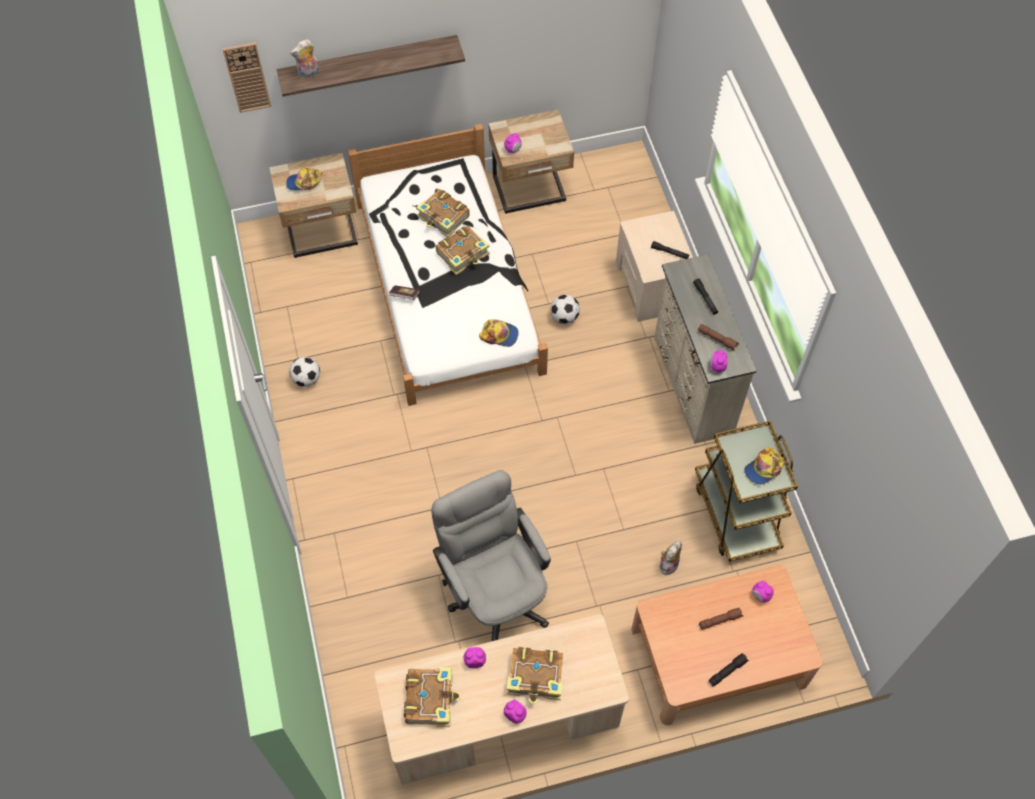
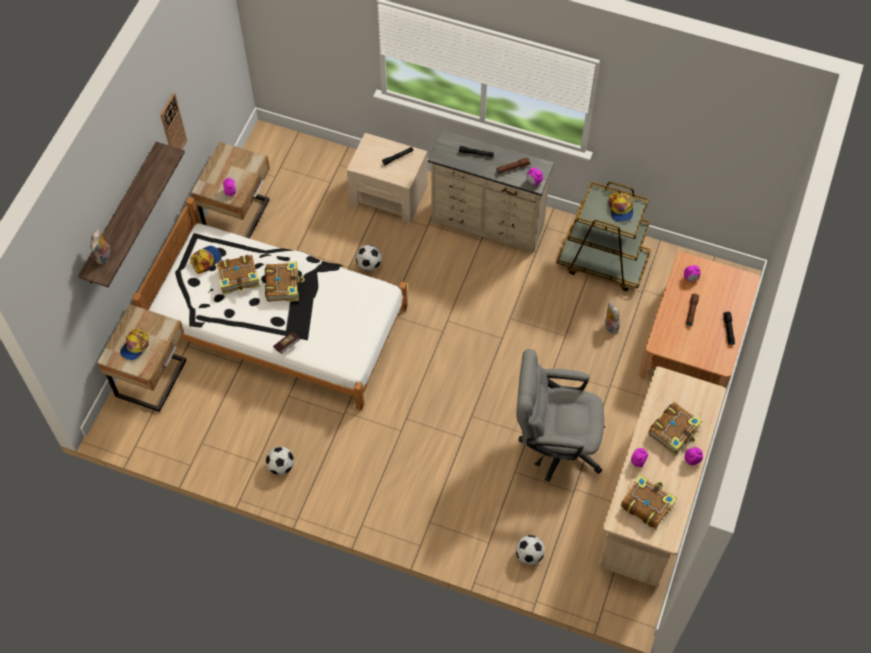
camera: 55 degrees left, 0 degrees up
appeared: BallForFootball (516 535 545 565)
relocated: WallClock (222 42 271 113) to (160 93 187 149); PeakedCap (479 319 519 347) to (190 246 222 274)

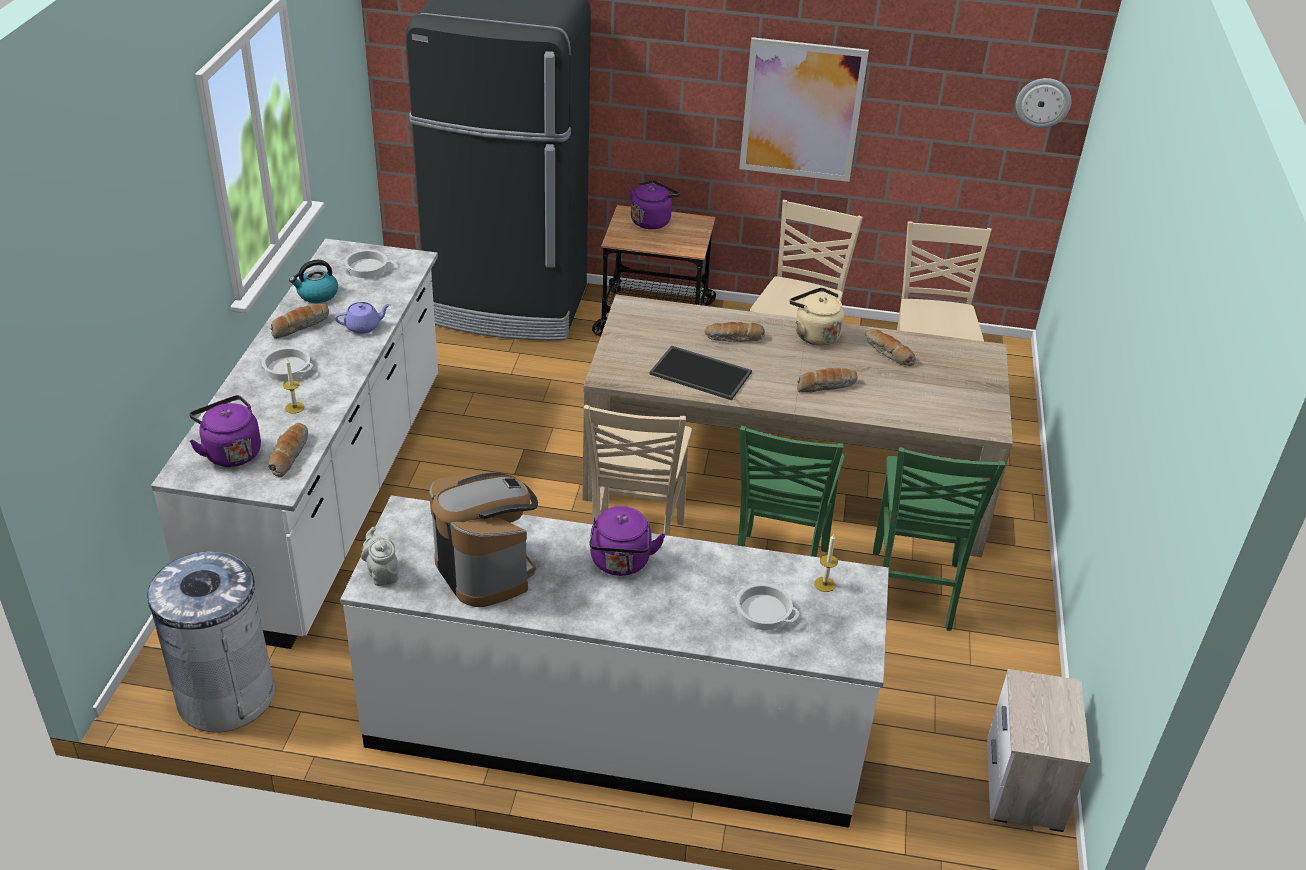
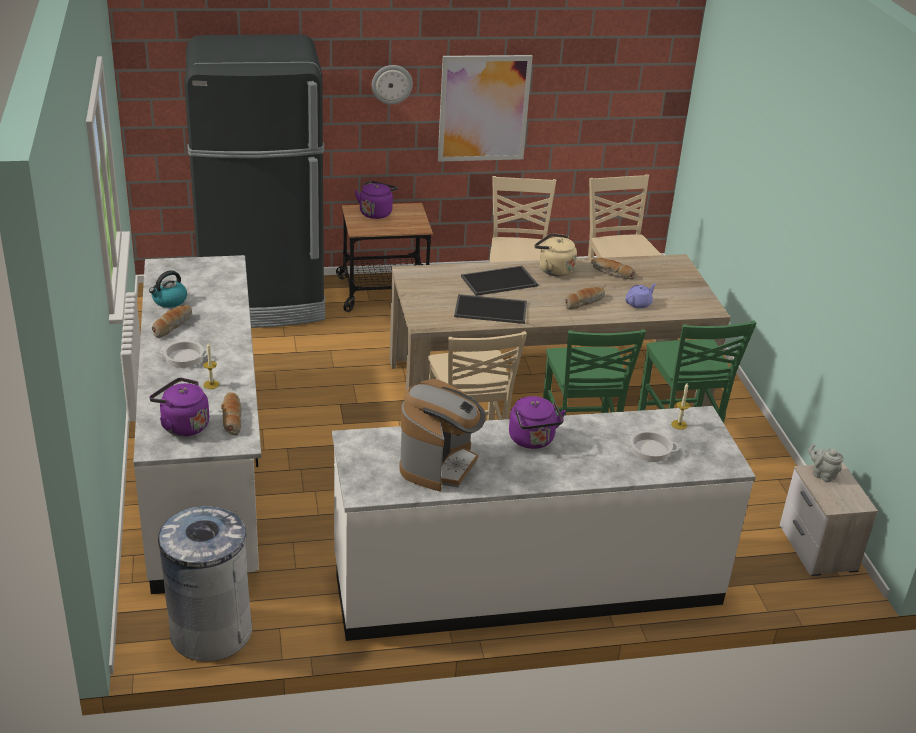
camera: 20 degrees left, 5 degrees down
missing: Saucepot (339 250 393 278)
relocated: PurpleTeapot (335 302 391 334) to (625 283 656 309); GrayTeapot (361 527 399 586) to (808 444 843 482); WallClock (1016 78 1071 128) to (372 65 413 104)
exchanged: Bread (705 322 765 342) to Tray (461 266 538 296)
spun: CoffeeMaker (429 473 538 607) = (400 379 486 491) 75 degrees clockwise

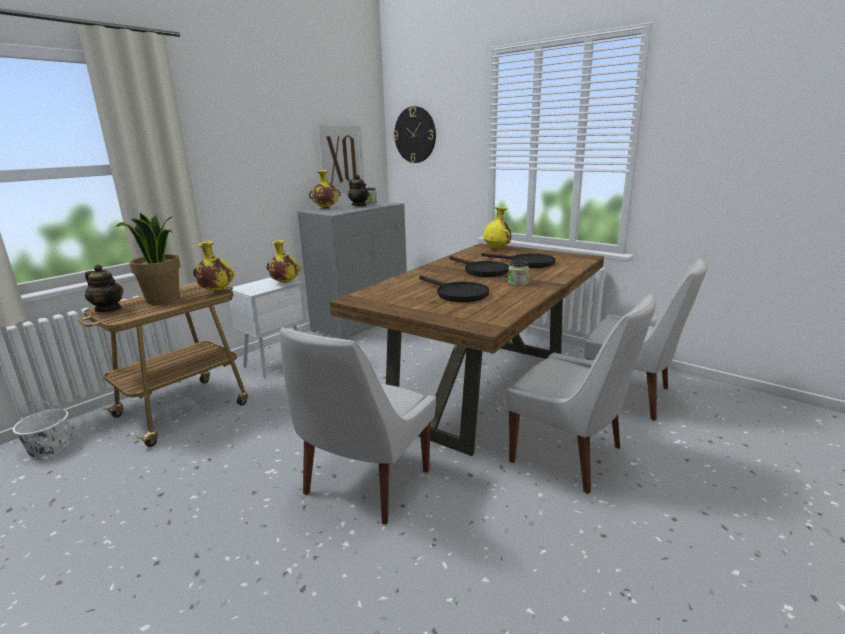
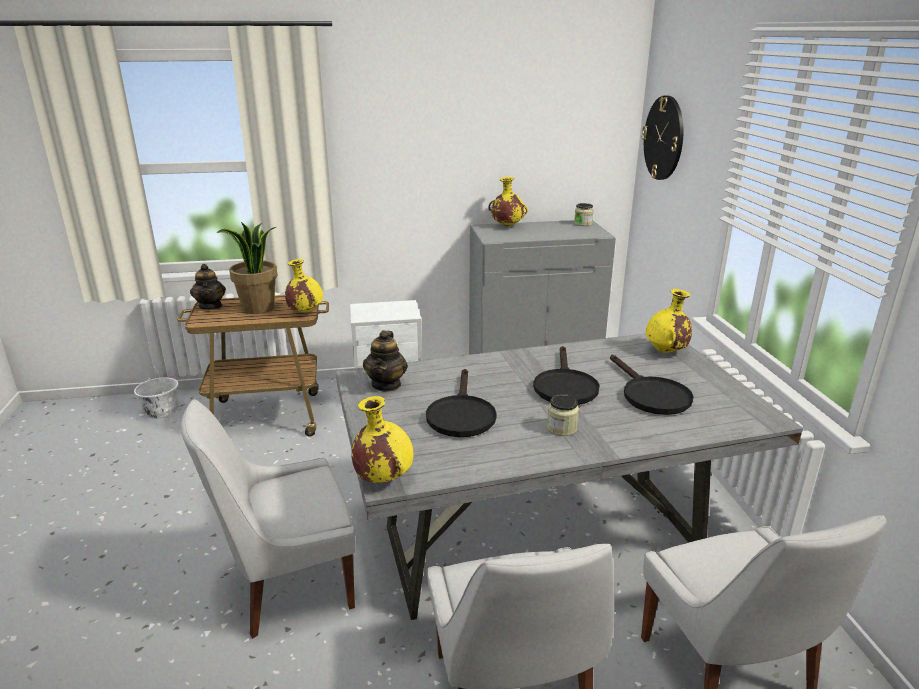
camera: 40 degrees right, 5 degrees up
missing: Picture (317 125 364 194)
relocated: YellowishVase (267 240 301 283) to (351 396 413 483); Teapot (348 175 369 206) to (363 330 408 392)
colour: BrownishKitchenTable (330 243 604 456) to GrayKitchenTable (336 333 803 620)

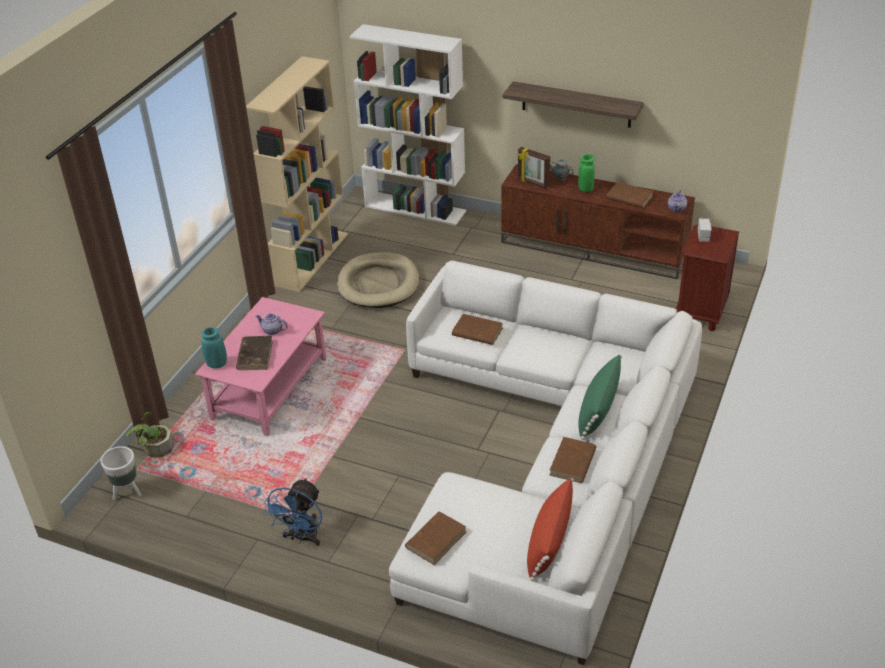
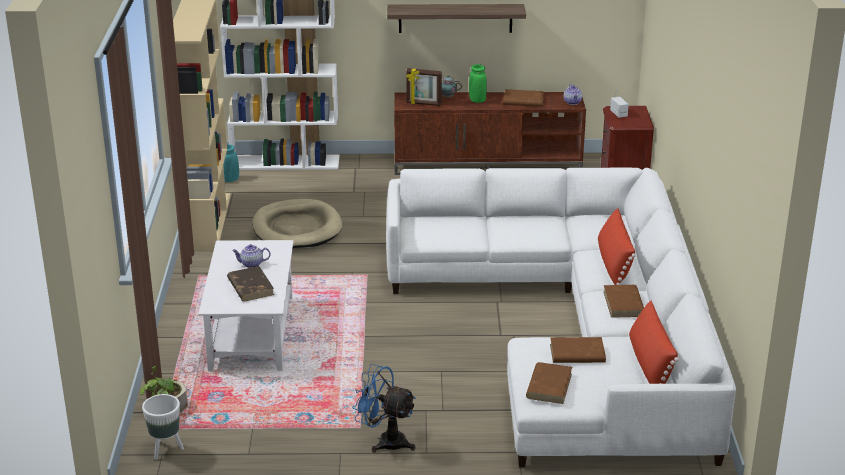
camera: 25 degrees left, 10 degrees down
relocated: TurquoiseVase (201 327 227 368) to (223 144 239 182); BrownishBook (452 314 503 345) to (550 337 606 363)
colour: PinkColouredLoungeTable (195 297 326 436) to WhiteColouredLoungeTable (198 240 294 371); GreenPillow (578 355 622 440) to ReddishPillow (598 208 636 285)
spun: BlueFan (263 478 322 546) = (352 364 416 453) 120 degrees clockwise

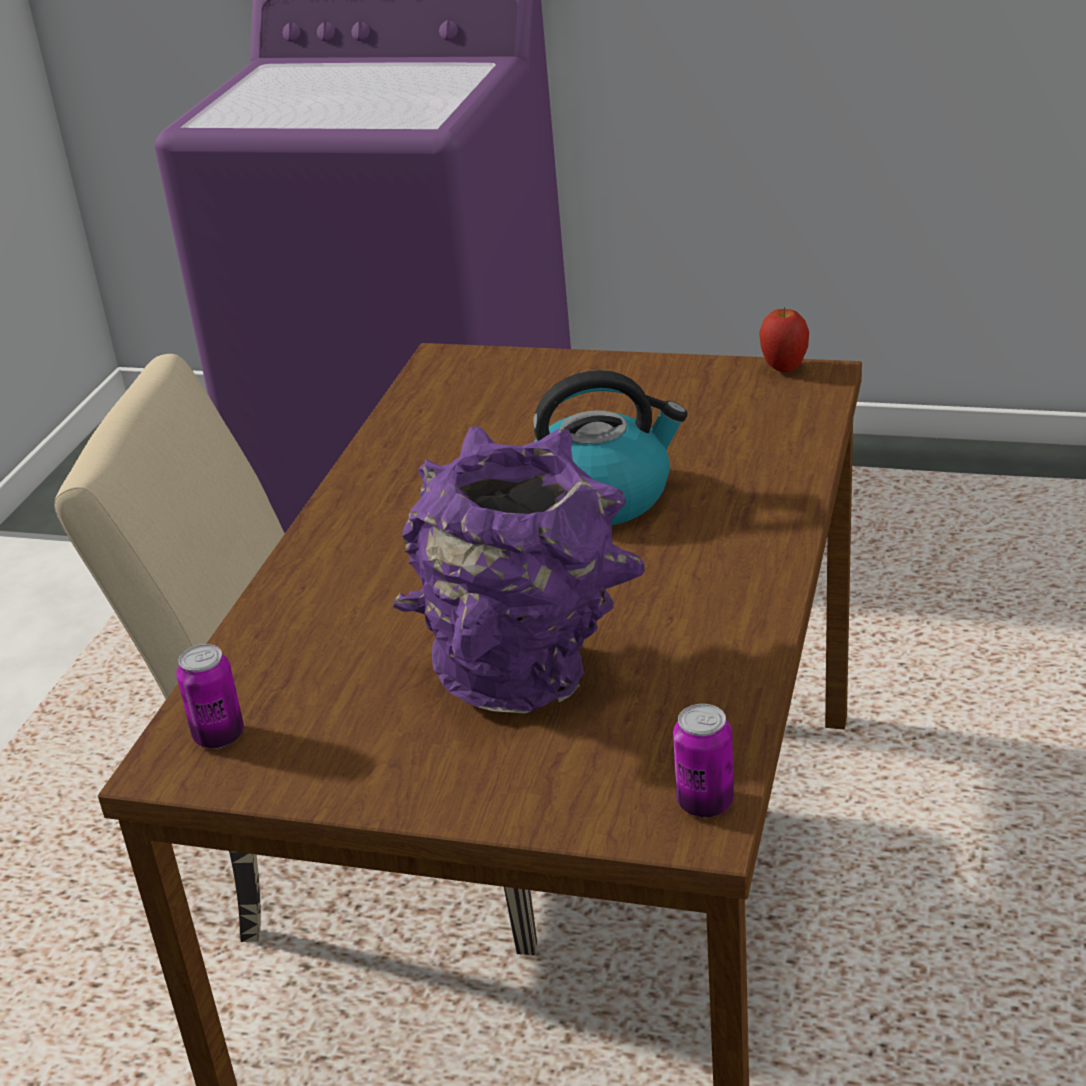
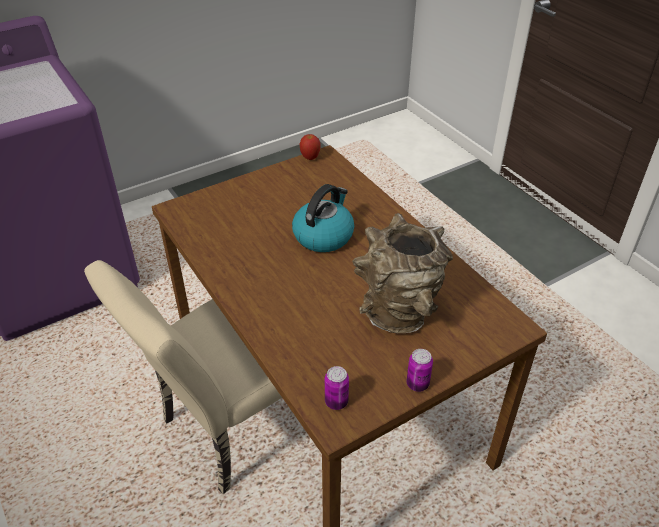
camera: 50 degrees left, 10 degrees up
relocated: Can (673 704 734 818) to (407 349 433 392)
colour: PurpleVase (393 426 645 713) to BrownishVase (352 213 453 333)

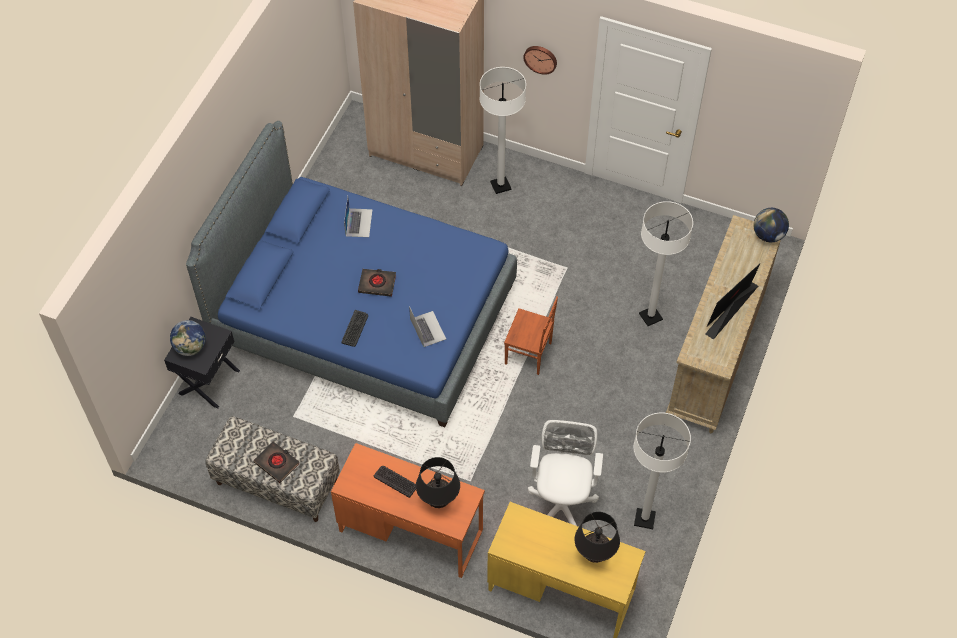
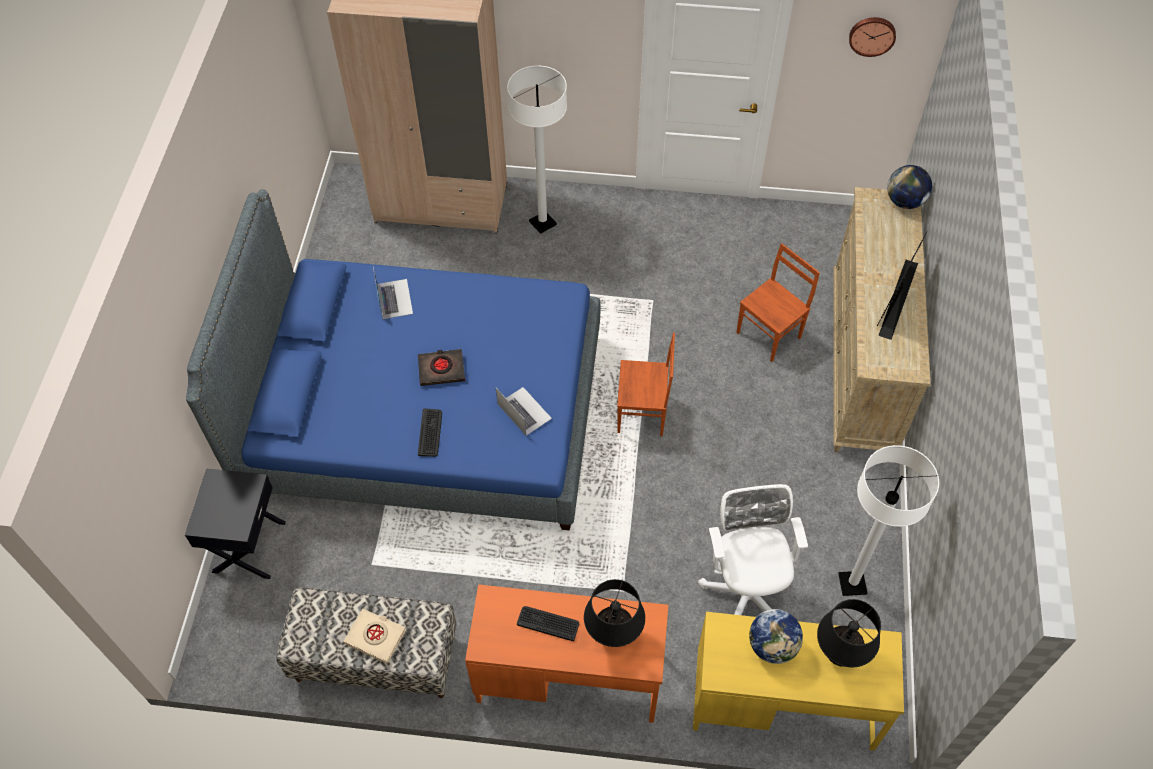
camera: 15 degrees left, 0 degrees up
relocated: Globe (170 320 206 356) to (749 609 803 664); WallClock (523 46 557 75) to (849 17 896 57)
exchanged: WhiteColouredFloorLamp (639 201 693 326) to BrownishChair (736 243 820 362)
colour: BlackishBook (254 442 299 483) to SandColouredBook (343 608 406 664)

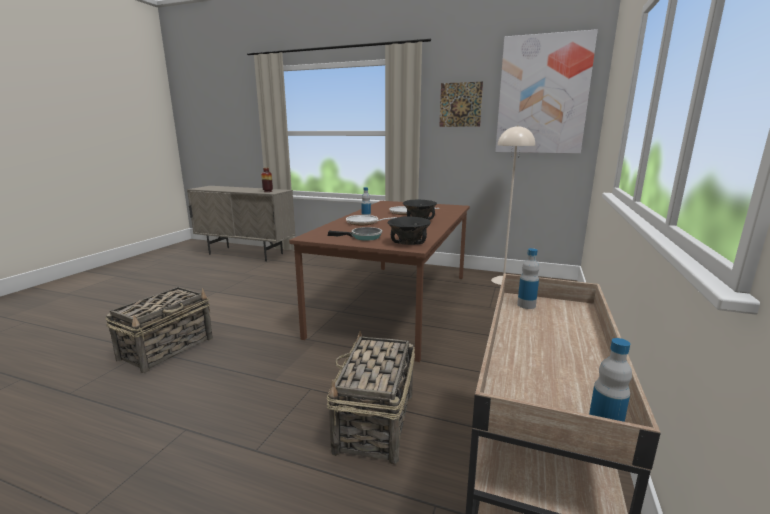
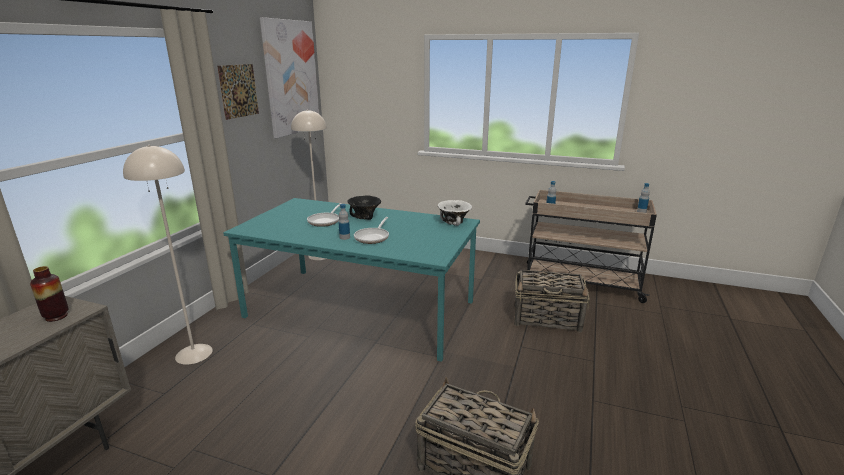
camera: 90 degrees left, 5 degrees up
missing: Skillet (328 227 382 241)
appeared: SandColouredFloorLamp (123 145 213 365)
colour: BrownishKitchenTable (289 201 470 362) to TurquoiseKitchenTable (223 198 480 362); BlackishServingBowl (388 216 431 245) to WhiteColouredServingBowl (438 200 472 226)

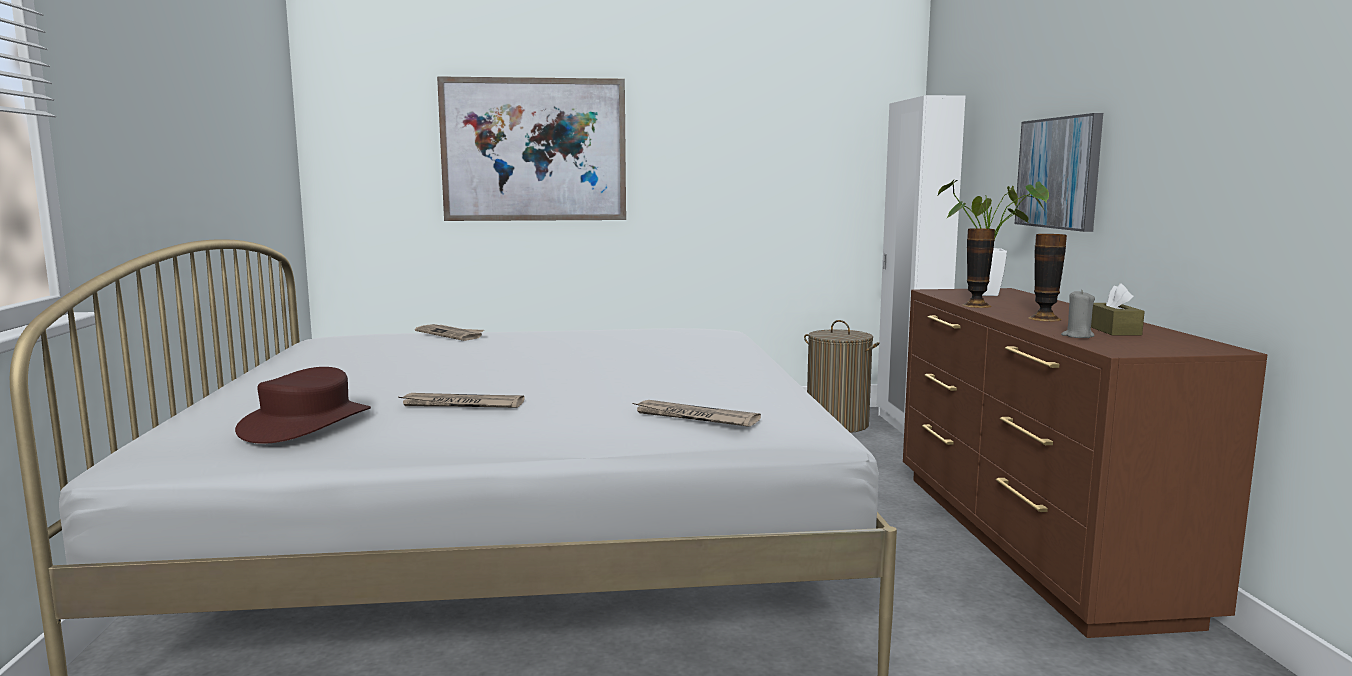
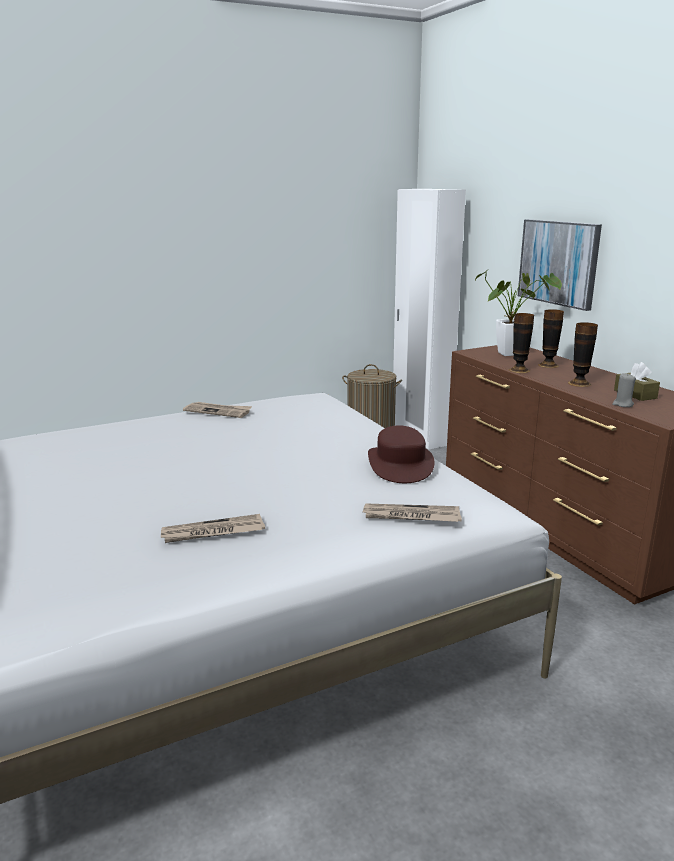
camera: 20 degrees left, 10 degrees up
missing: Picture (437 76 626 221)
appeared: Vase (538 309 564 368)
relocated: BrownishClothingHat (235 367 371 444) to (368 425 434 483); Newspaper (415 324 484 341) to (183 402 252 418)

